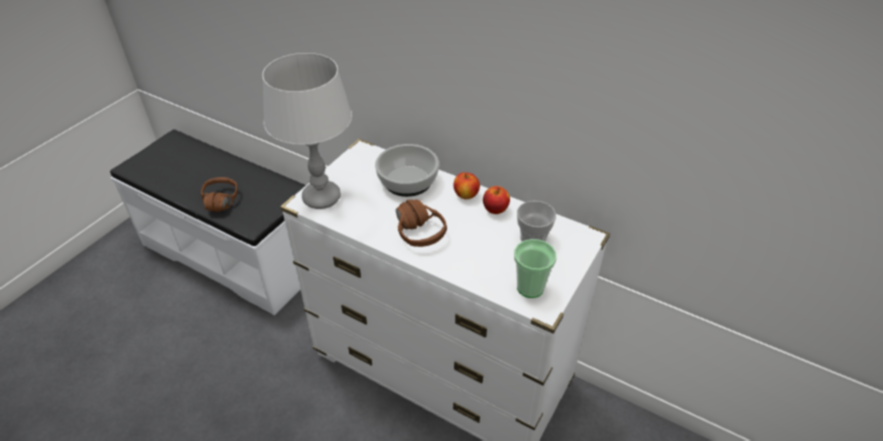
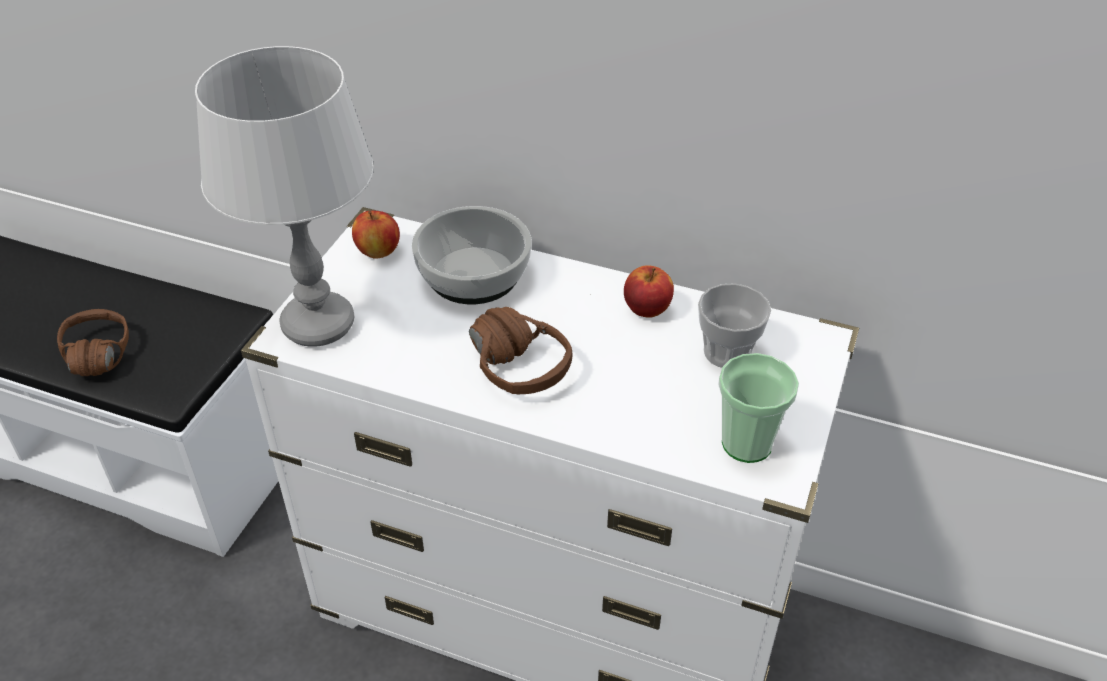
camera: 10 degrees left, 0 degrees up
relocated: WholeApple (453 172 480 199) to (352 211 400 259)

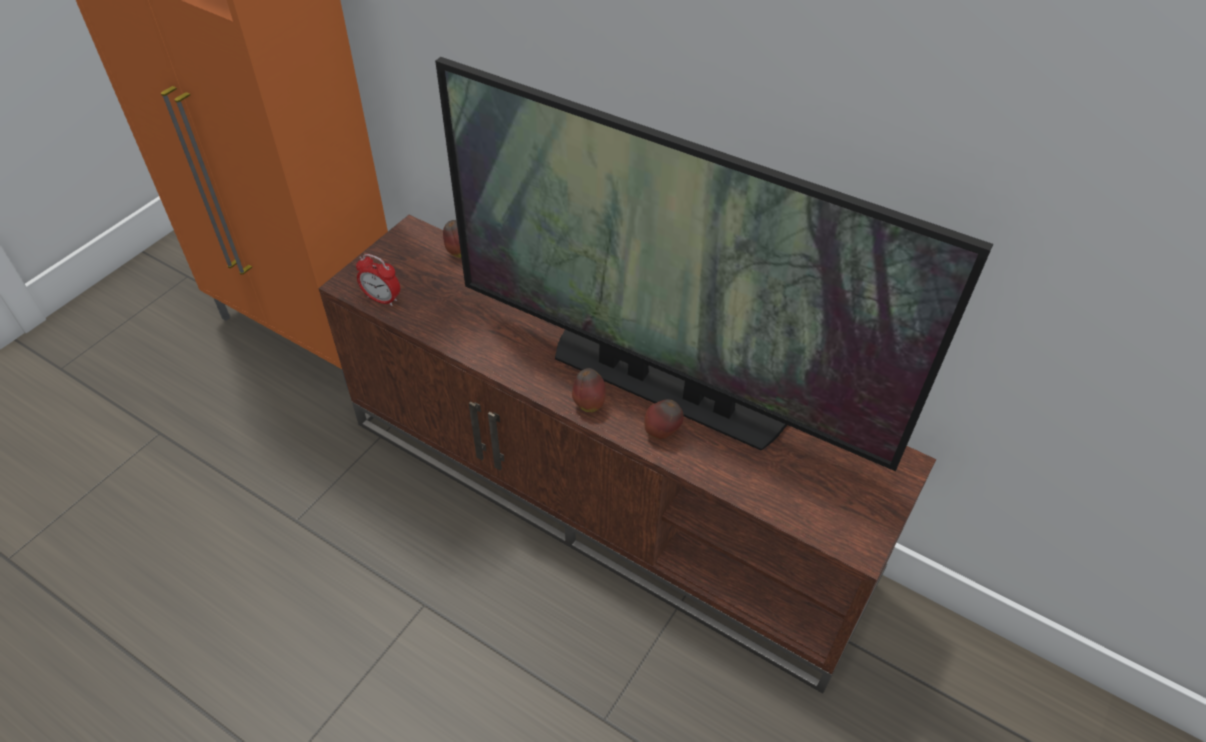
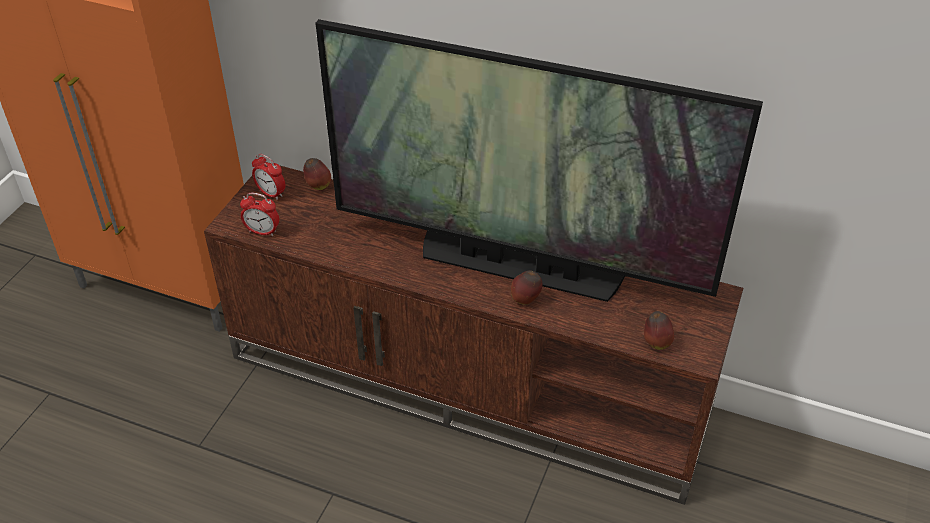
camera: 10 degrees left, 5 degrees down
appeared: AlarmClock (252 154 285 200)
relocated: WholeApple (572 368 606 412) to (644 311 674 350)

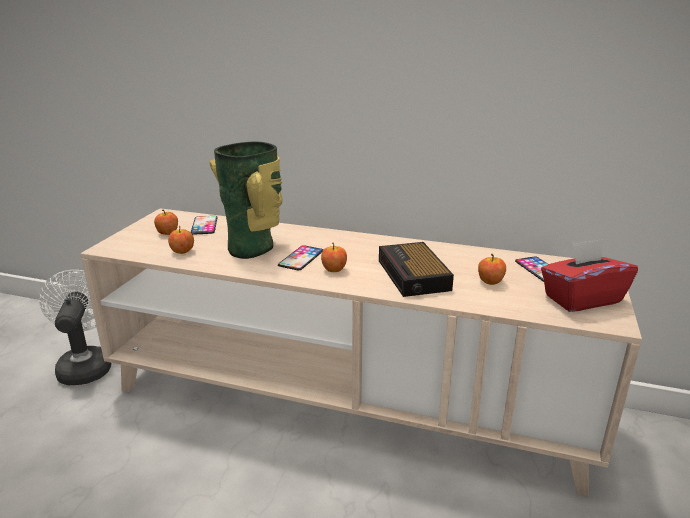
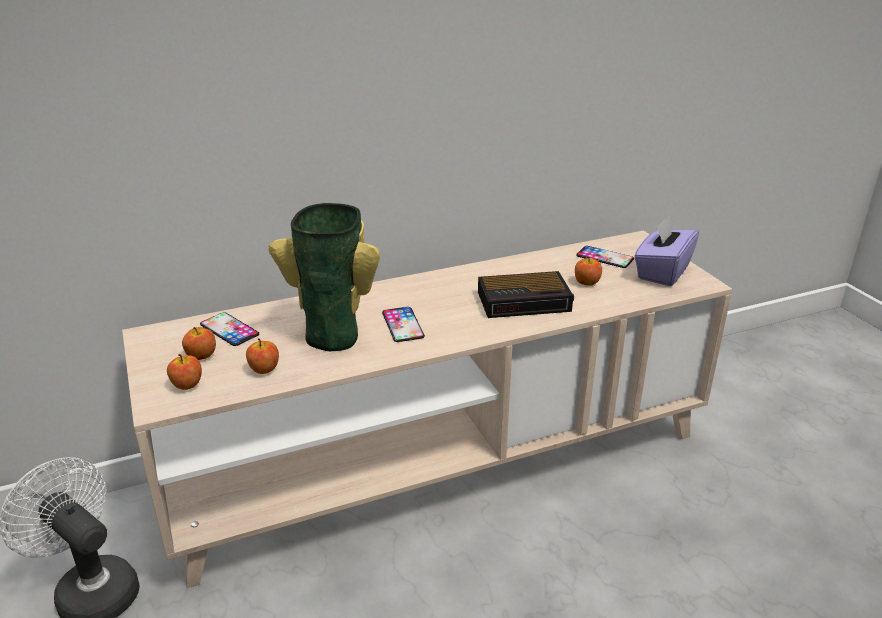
camera: 40 degrees left, 5 degrees up
relocated: WholeApple (321 243 347 272) to (167 354 202 390)
colour: ReddishTissueHolder (541 239 638 312) to PurpleTissueHolder (634 216 699 286)
spun: AlarmClock (379 242 454 297) = (478 271 574 318) 45 degrees counterclockwise

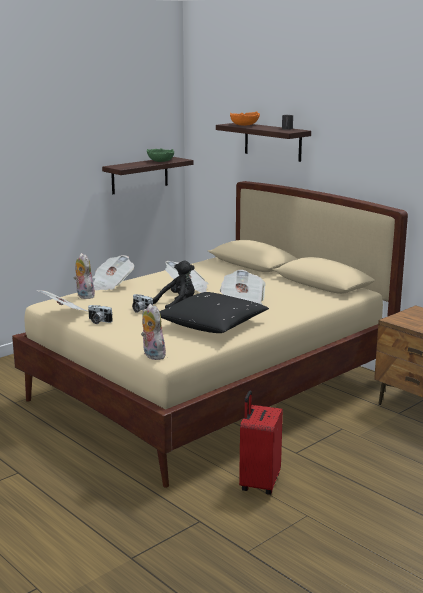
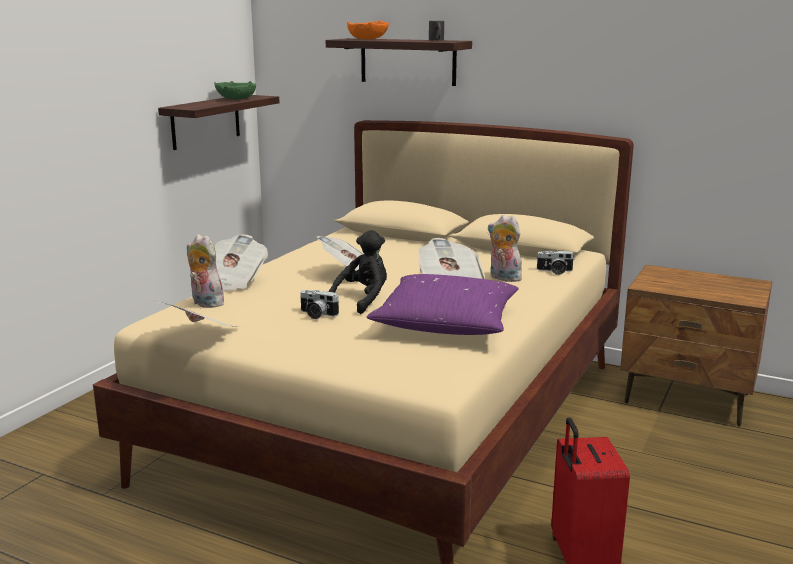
camera: 20 degrees left, 0 degrees up
relocated: PhotoCamera (88 305 112 324) to (536 251 575 275); SoftToy (141 304 167 360) to (488 215 525 282)
colour: BlackishPillow (159 292 269 333) to PurplePillow (367 274 519 335)

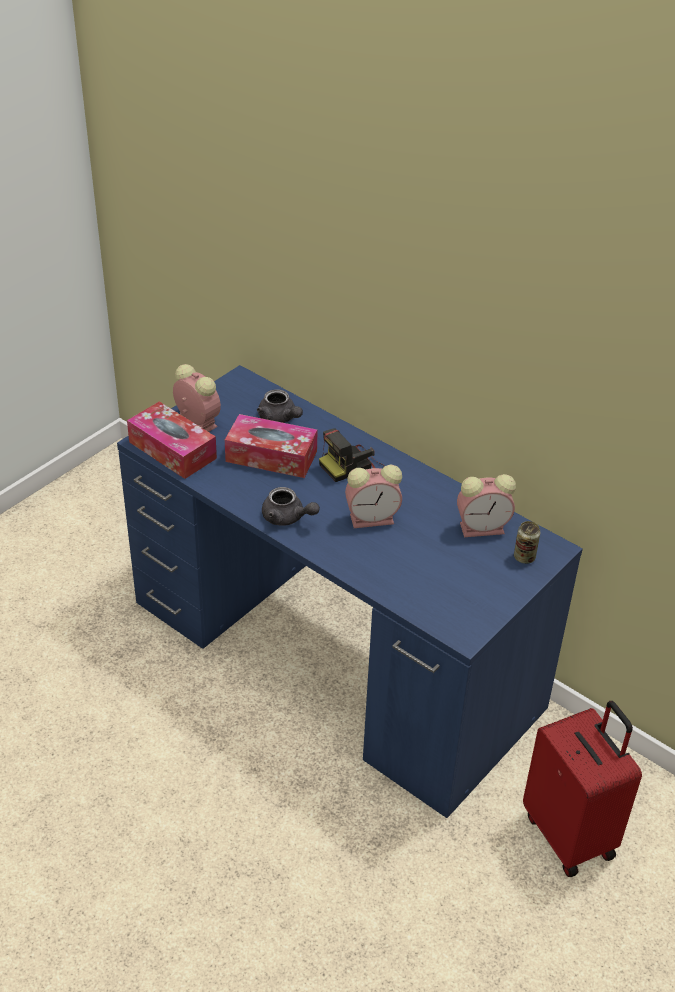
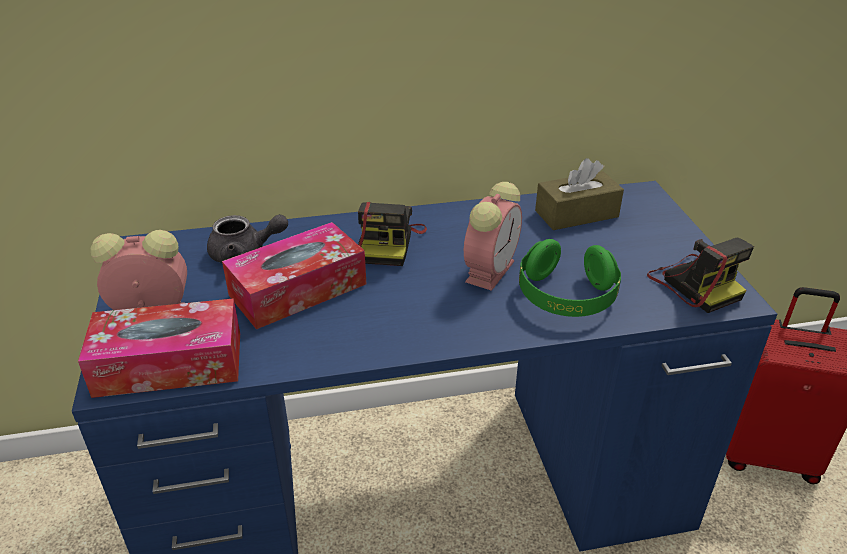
camera: 50 degrees left, 5 degrees down
missing: GrayTeapot (262 487 320 526); Can (514 521 540 564)
appeared: GreenPairOfHeadphones (519 239 621 317); PhotoCamera (647 238 754 313)
exchanged: AlarmClock (457 474 516 537) to BrownishTissueHolder (535 158 624 230)

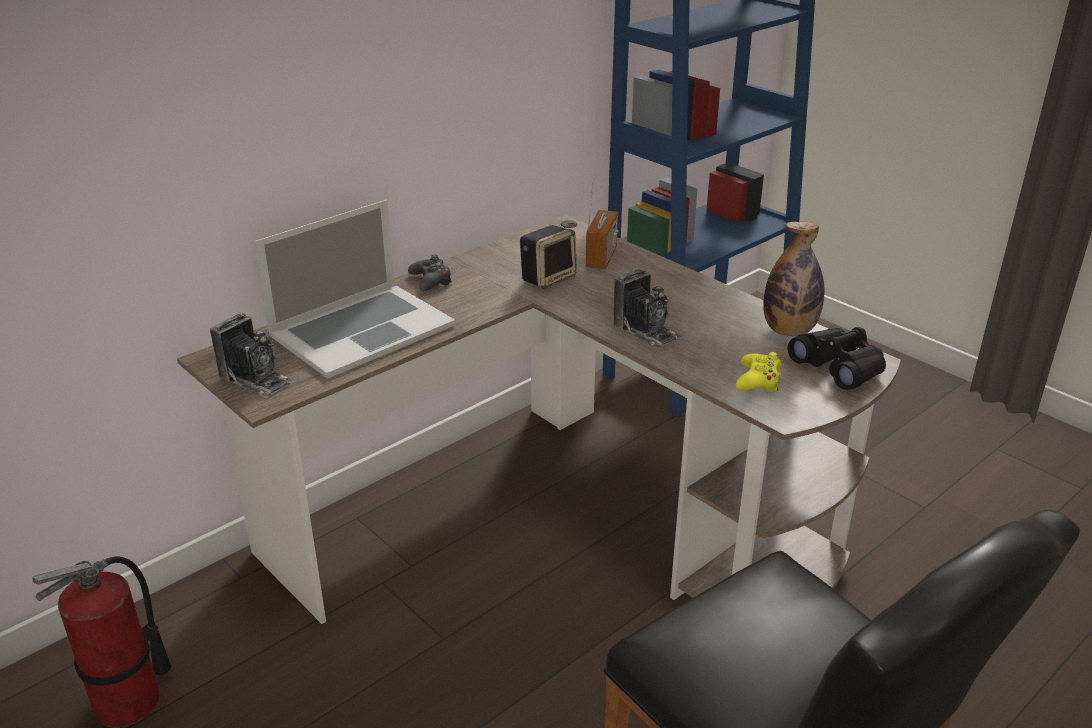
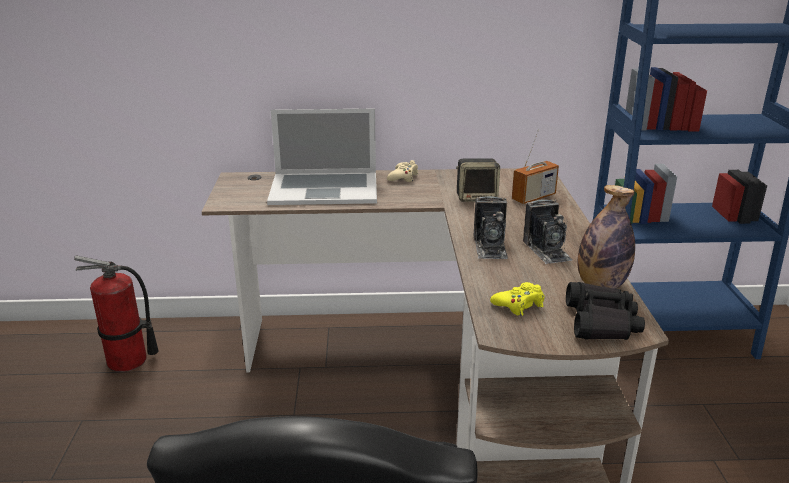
camera: 40 degrees right, 5 degrees down
relocated: PhotoCamera (210 313 294 398) to (523 199 572 264)
colour: BlackishJoypad (408 255 452 291) to SandColouredJoypad (387 160 418 182)

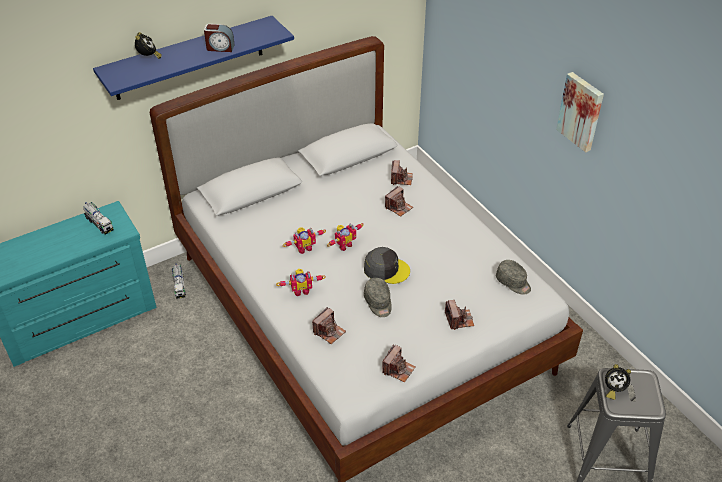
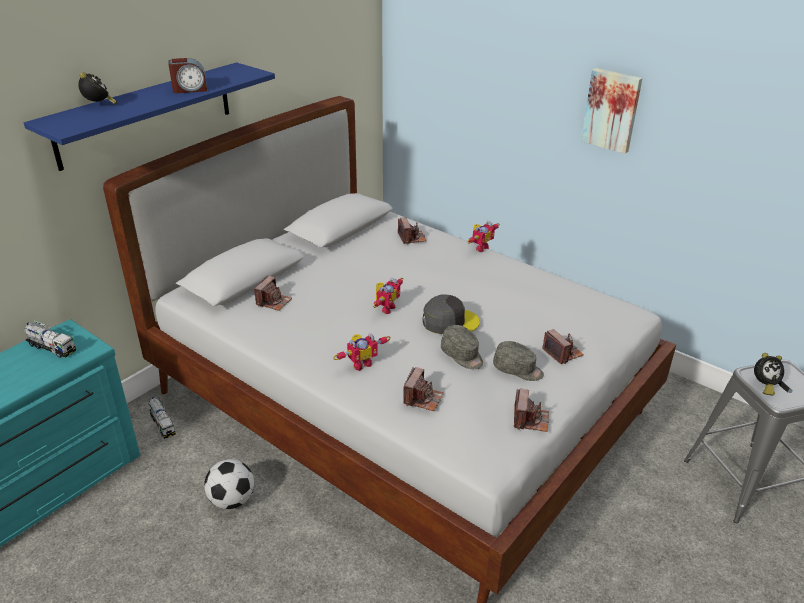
camera: 20 degrees left, 10 degrees down
appeared: BallForFootball (204 459 254 509)
relocated: ToyRobot (283 228 326 254) to (467 221 499 252); PhotoCamera (385 186 413 217) to (254 276 292 311); GrayPeakedCap (496 260 531 295) to (493 341 544 381)

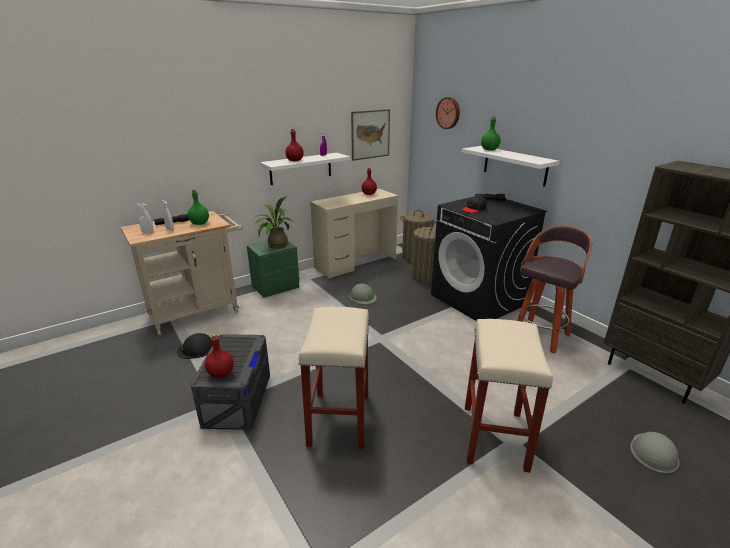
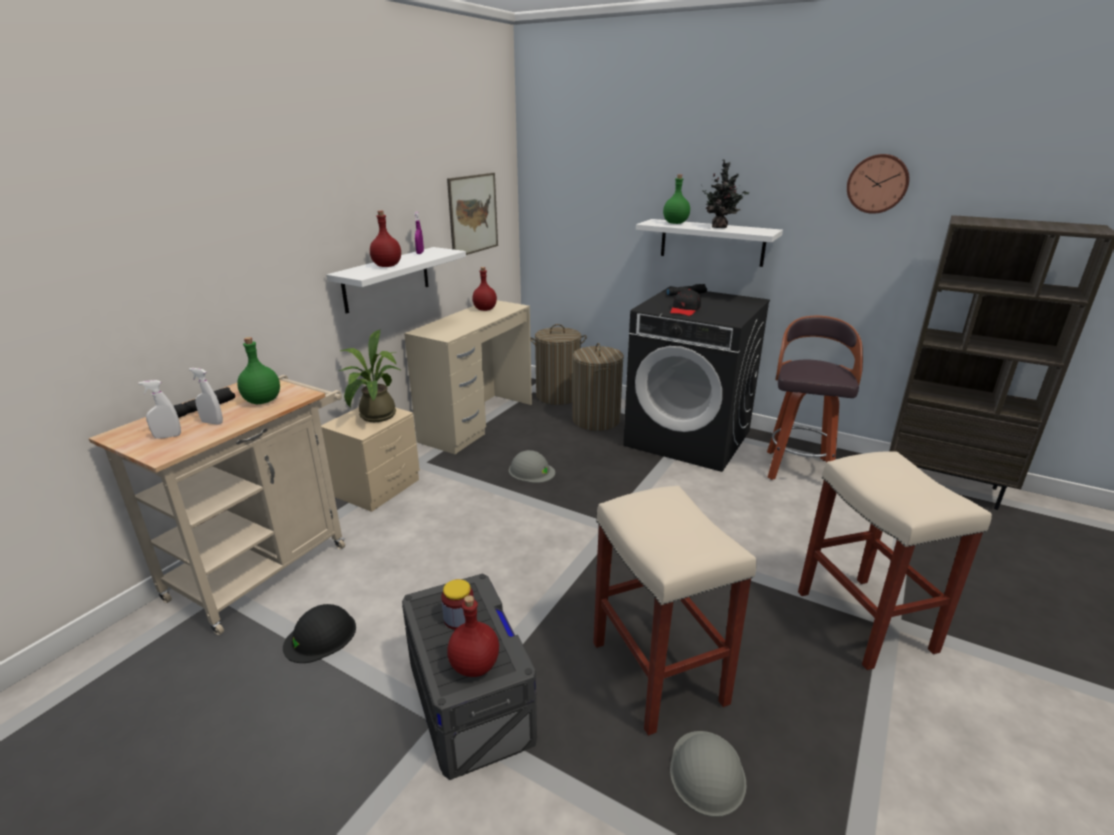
camera: 25 degrees left, 0 degrees up
appeared: PreserveJar (441 579 474 630); PottedPlant (703 160 749 228)
relocated: WallClock (436 97 460 129) to (847 154 909 214); GrayHardHat (630 432 680 473) to (670 731 746 817)
colour: GreenBedsideTable (247 241 299 298) to SandColouredBedsideTable (321 407 420 512)

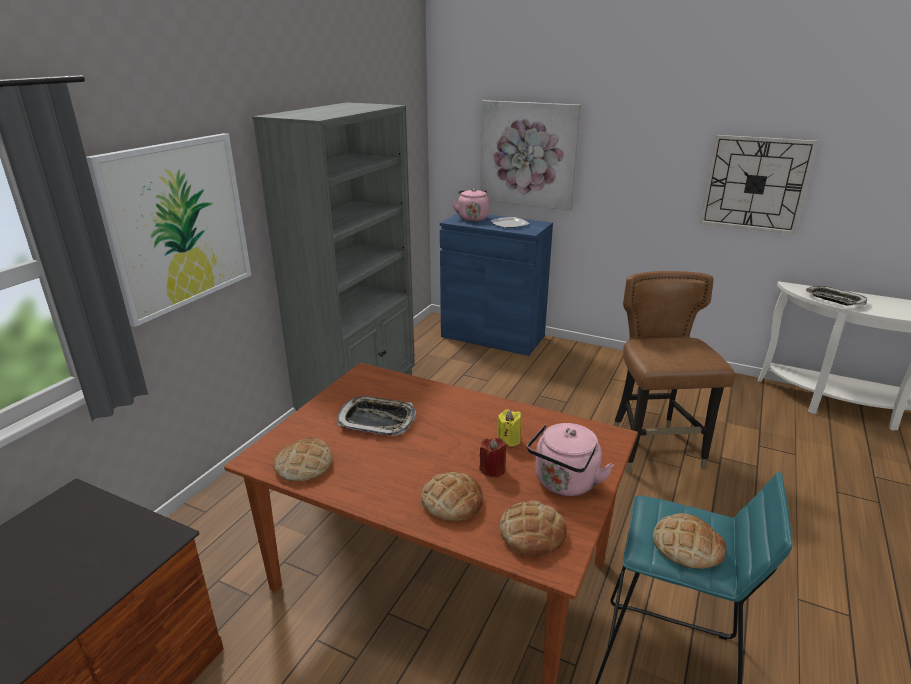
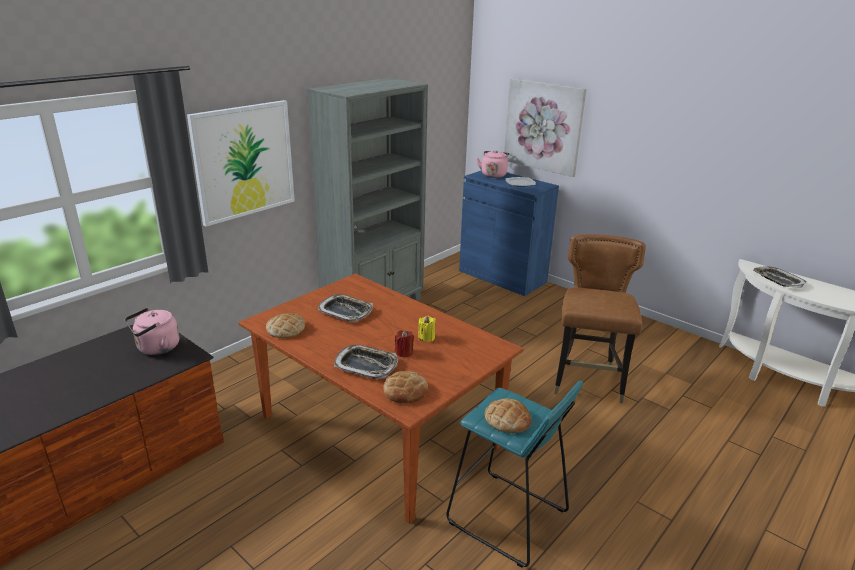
camera: 15 degrees right, 0 degrees up
missing: WallClock (700 135 818 234)
relocated: PinkColouredKettle (527 423 614 496) to (125 308 180 355)
exchanged: Bread (421 472 483 521) to Tray (334 345 398 379)

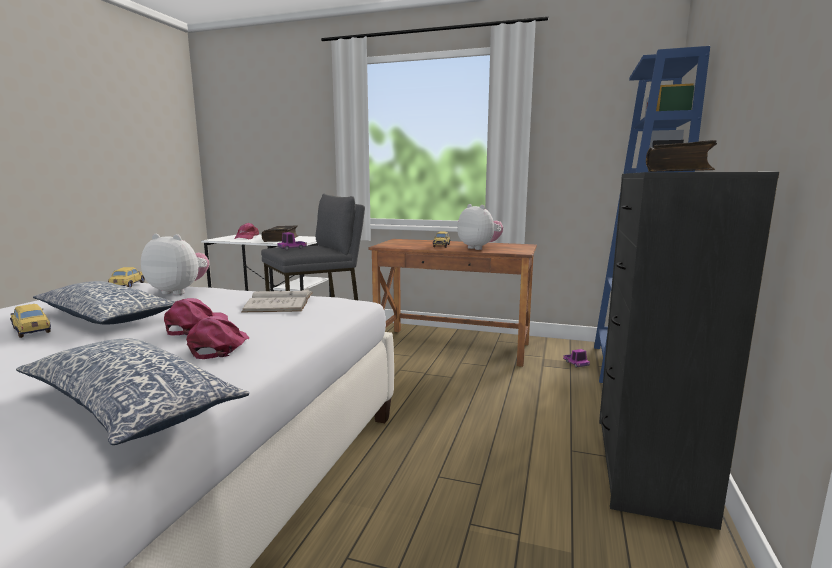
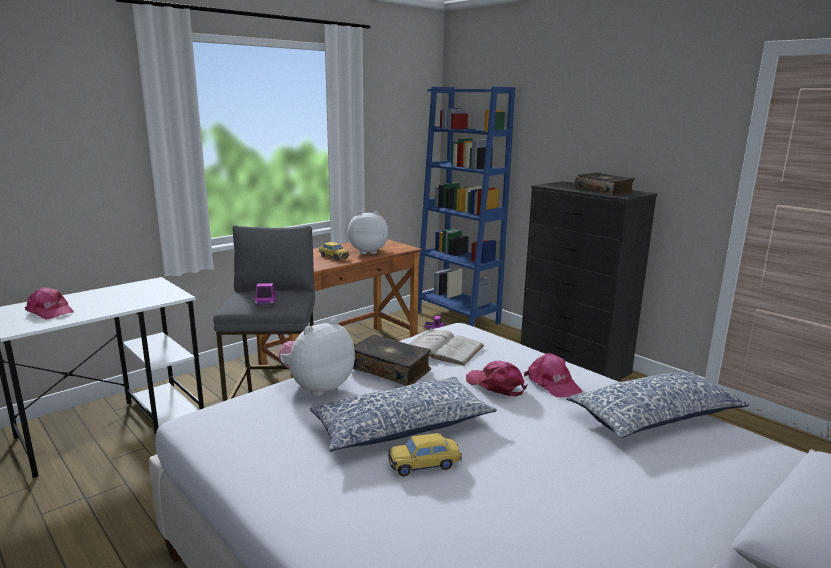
camera: 60 degrees left, 5 degrees up
missing: MiniatureCar (108 267 145 288)
relocated: Book (261 225 298 242) to (353 335 431 386)
spun: PinkColouredPeakedCap (186 316 249 359) = (524 353 582 397) 150 degrees counterclockwise

